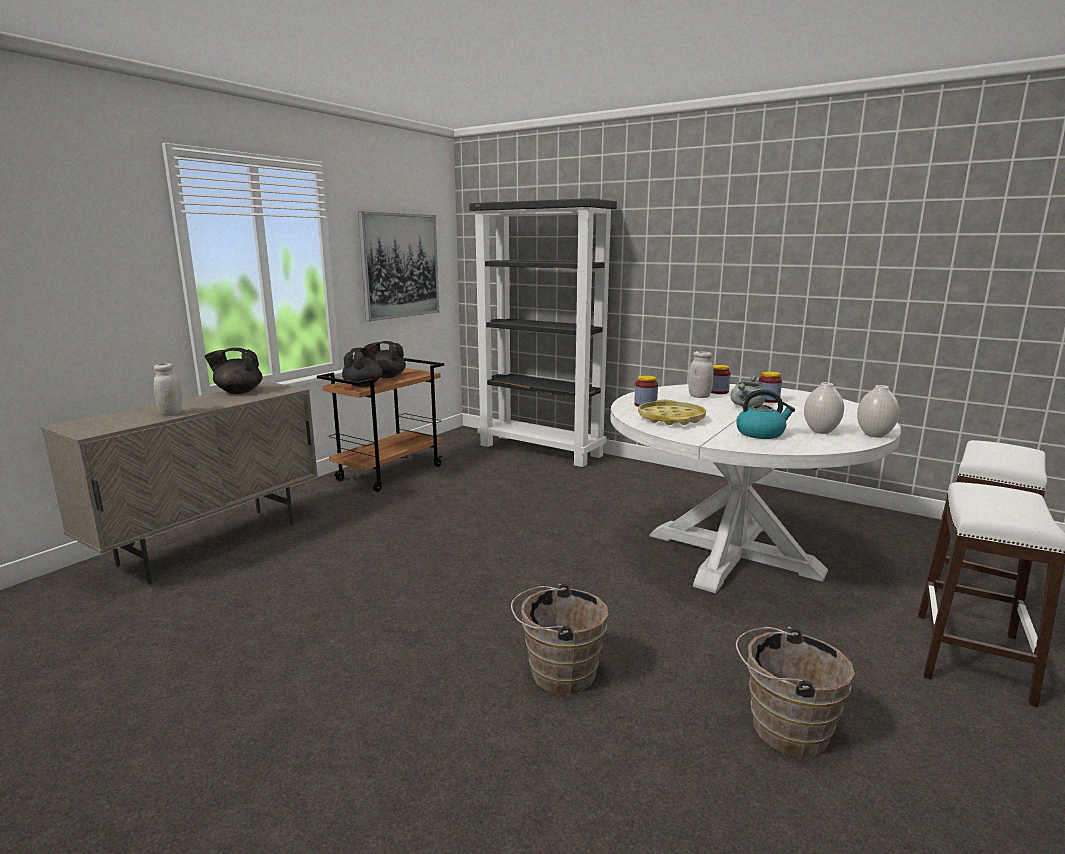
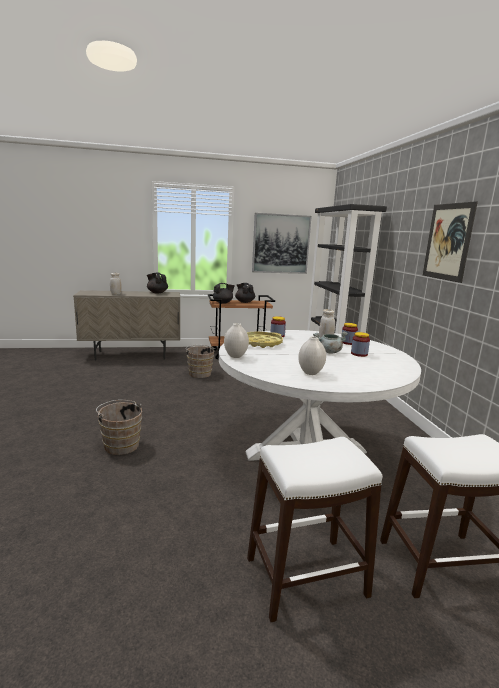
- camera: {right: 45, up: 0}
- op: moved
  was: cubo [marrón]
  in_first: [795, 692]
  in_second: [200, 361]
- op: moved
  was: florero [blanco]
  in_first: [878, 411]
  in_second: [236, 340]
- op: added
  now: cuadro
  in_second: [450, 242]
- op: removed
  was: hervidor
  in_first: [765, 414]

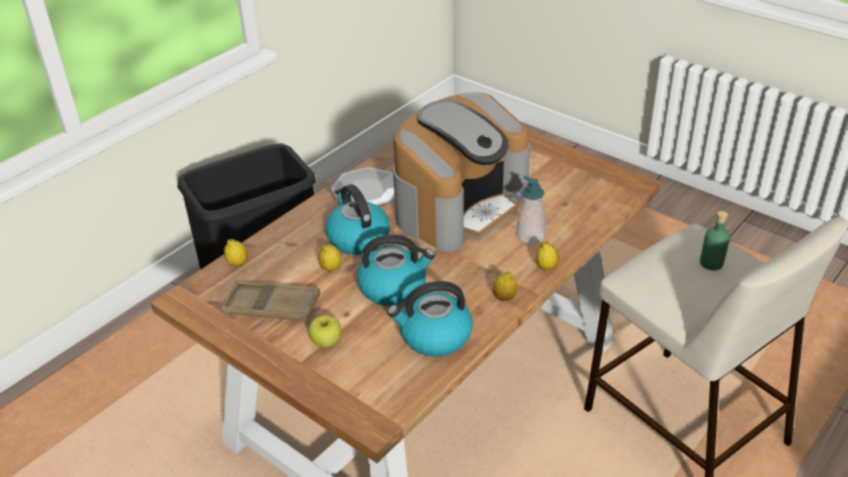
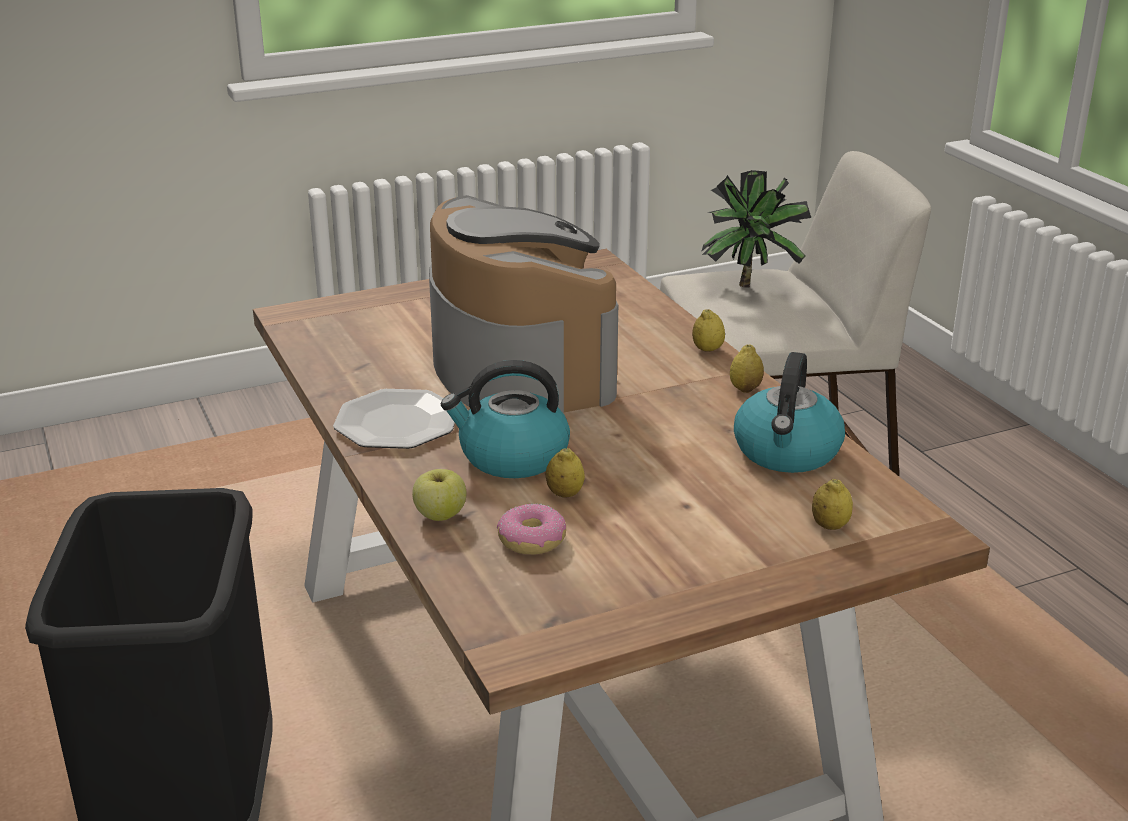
- camera: {right: -65, up: -10}
- op: moved
  was: manzana
  in_first: [324, 331]
  in_second: [439, 495]
- op: added
  now: rosquilla
  in_second: [531, 529]
- op: replaced
  was: botella [verde]
  now: planta en maceta
  in_first: [715, 240]
  in_second: [756, 229]
- op: moved
  was: limón
  in_first: [236, 252]
  in_second: [832, 504]
- op: removed
  was: bandeja [marrón]
  in_first: [270, 301]
- op: removed
  was: hervidor
  in_first: [396, 270]
- op: removed
  was: dispensador de jabón
  in_first: [531, 210]

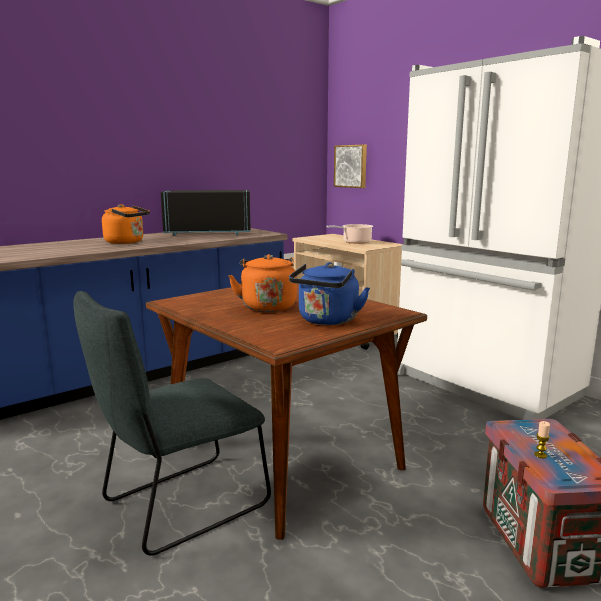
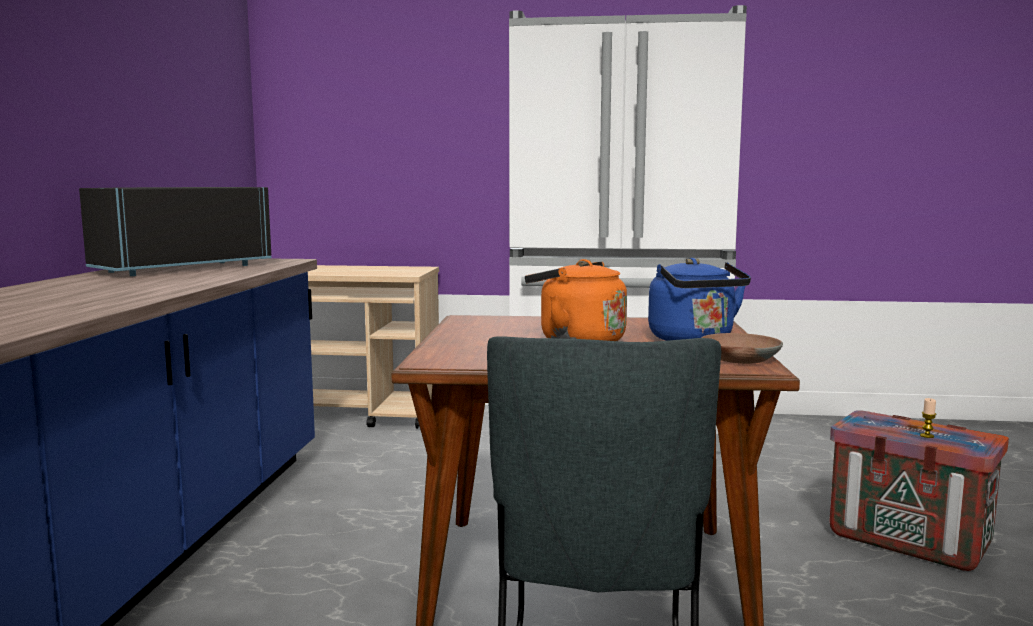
- camera: {right: -45, up: -5}
- op: added
  now: cuenco [marrón]
  in_second: [742, 348]
- op: removed
  was: hervidor [naranja]
  in_first: [126, 224]
- op: removed
  was: olla
  in_first: [349, 234]
- op: removed
  was: cuadro
  in_first: [350, 166]

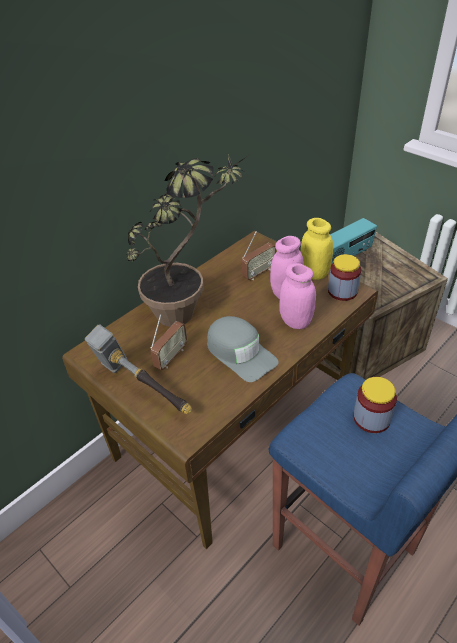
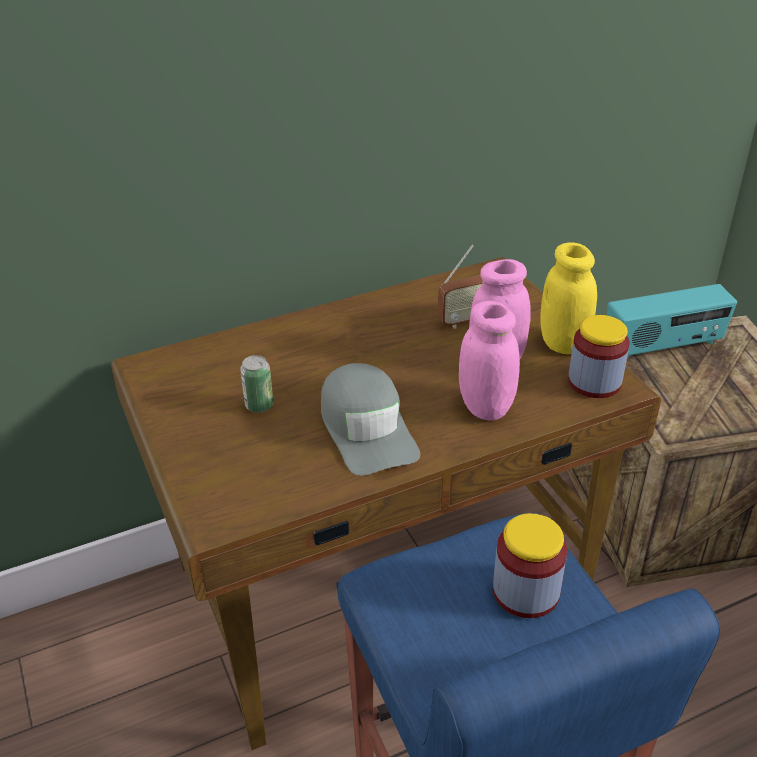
- camera: {right: 20, up: -5}
- op: replaced
  was: radio
  now: lata
  in_first: [169, 342]
  in_second: [257, 383]
- op: removed
  was: martillo
  in_first: [138, 369]
- op: removed
  was: planta en maceta
  in_first: [187, 240]

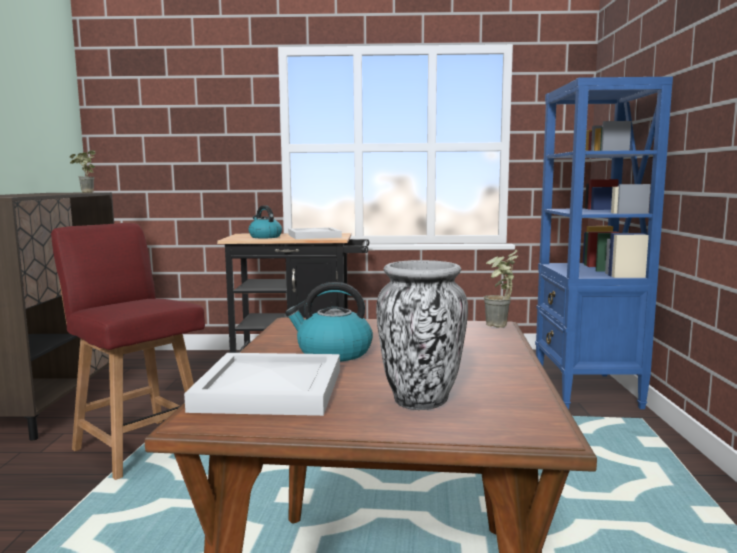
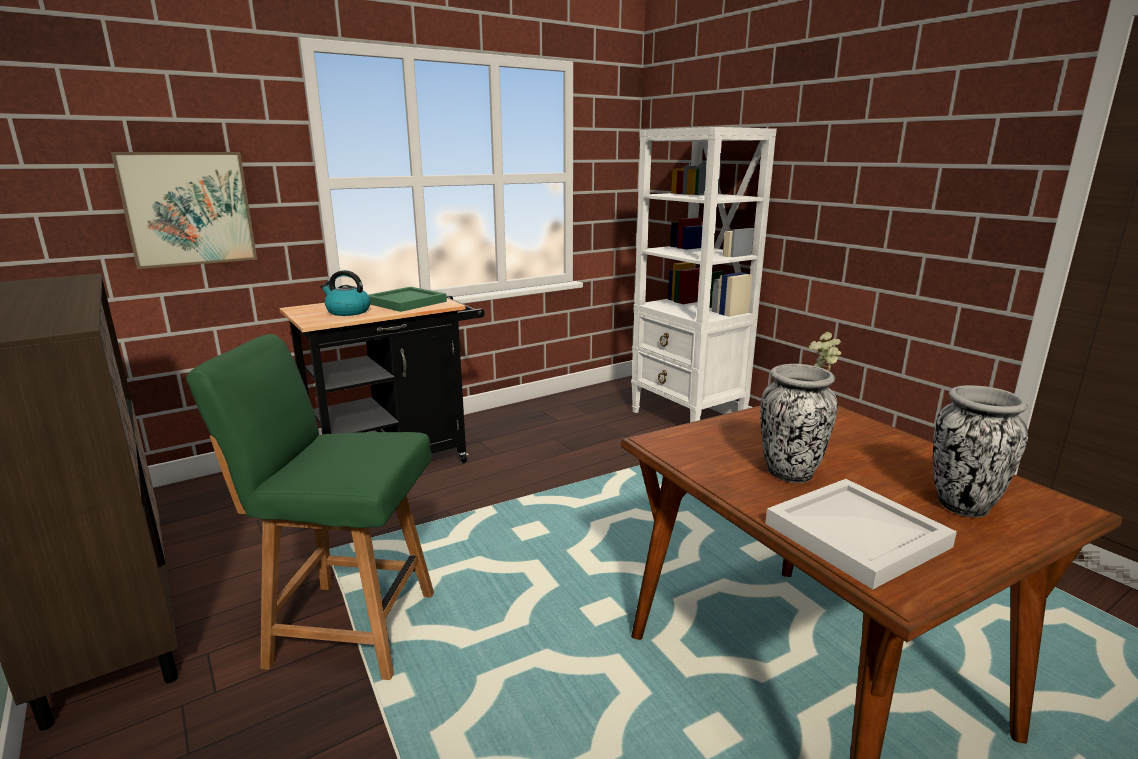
- camera: {right: -35, up: 10}
- op: added
  now: cuadro
  in_second: [184, 210]
- op: recoloured
  was: silla [rojo]
  now: silla [verde]
  in_first: [128, 351]
  in_second: [310, 507]
- op: recoloured
  was: bandeja [blanco]
  now: bandeja [verde]
  in_first: [315, 233]
  in_second: [408, 299]
- op: recoloured
  was: estantería [azul]
  now: estantería [blanco]
  in_first: [604, 243]
  in_second: [704, 274]
- op: replaced
  was: hervidor
  now: florero
  in_first: [329, 321]
  in_second: [799, 423]
- op: removed
  was: planta en maceta
  in_first: [83, 171]

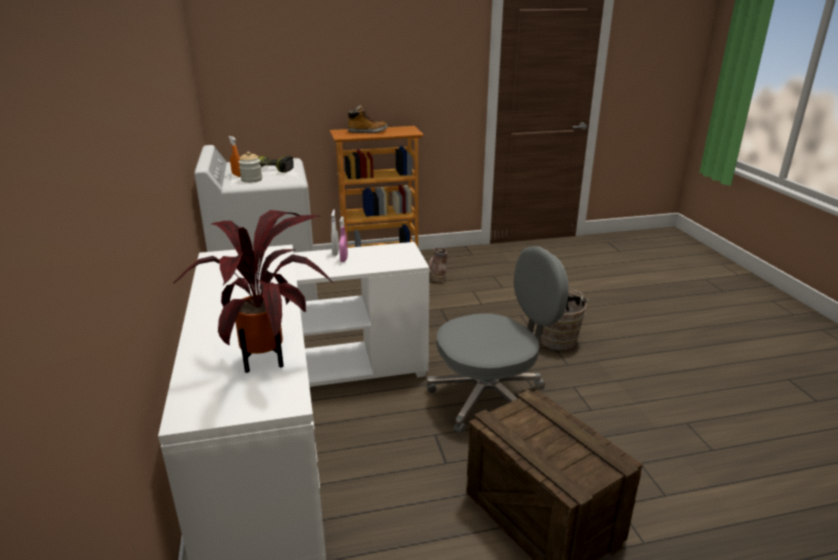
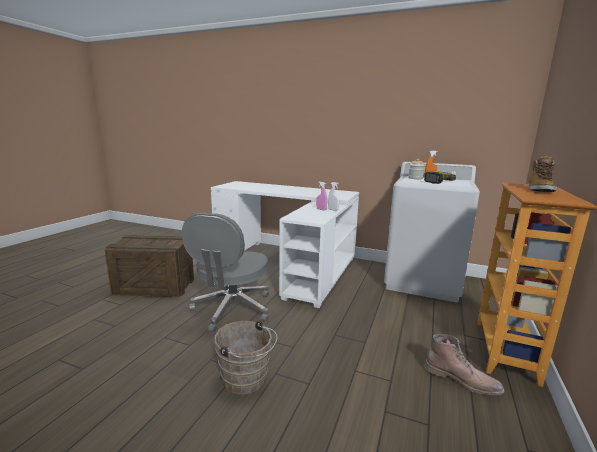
- camera: {right: 125, up: -10}
- op: removed
  was: planta en maceta
  in_first: [254, 291]

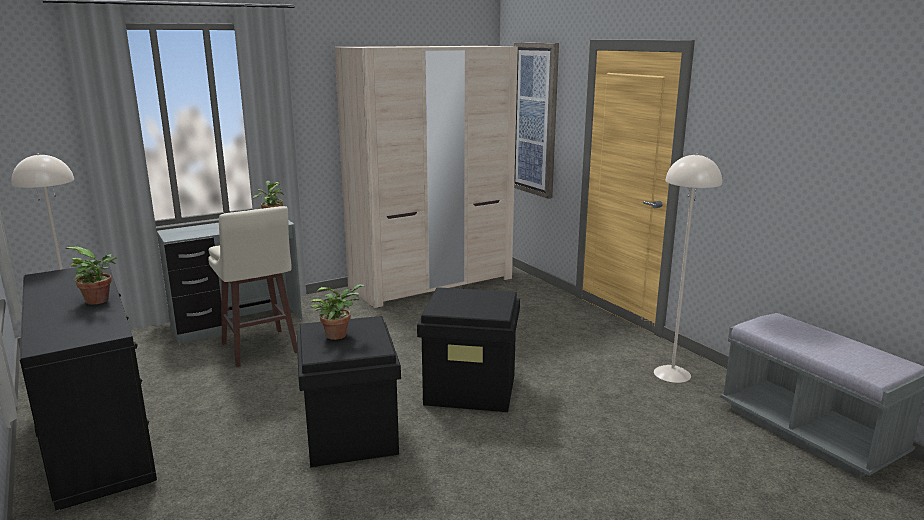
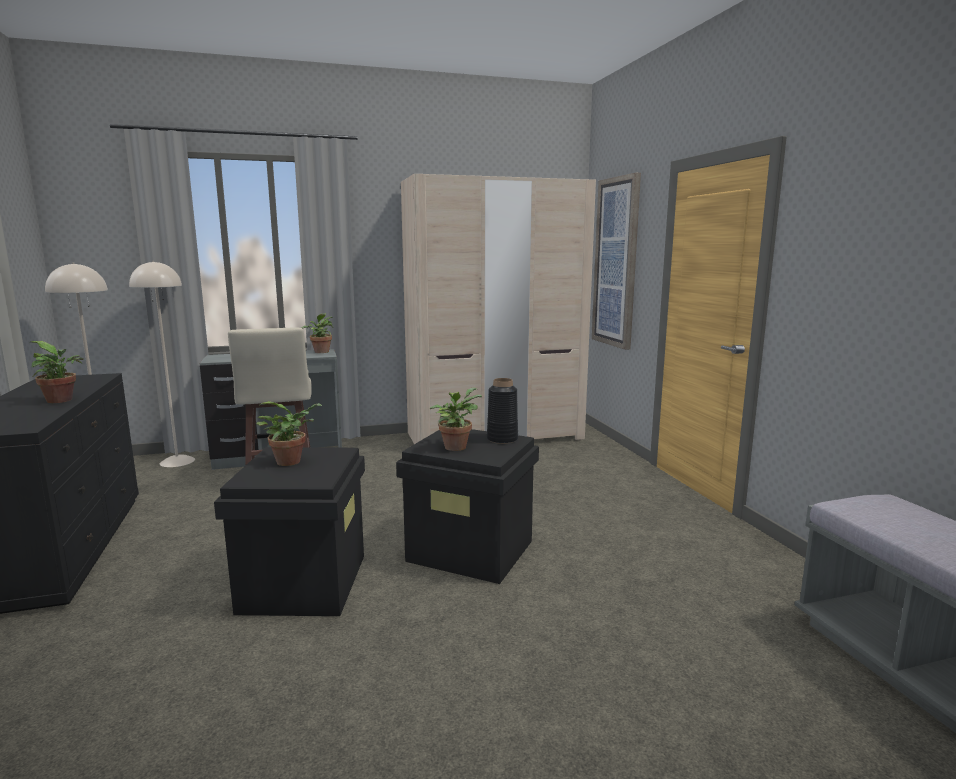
- camera: {right: 15, up: -5}
- op: moved
  was: lámpara de pie [beis]
  in_first: [688, 268]
  in_second: [162, 364]
- op: added
  now: planta en maceta
  in_second: [456, 419]
- op: added
  now: florero [negro]
  in_second: [502, 411]

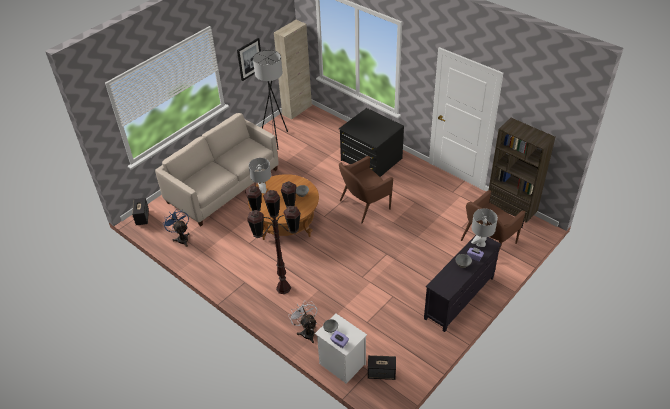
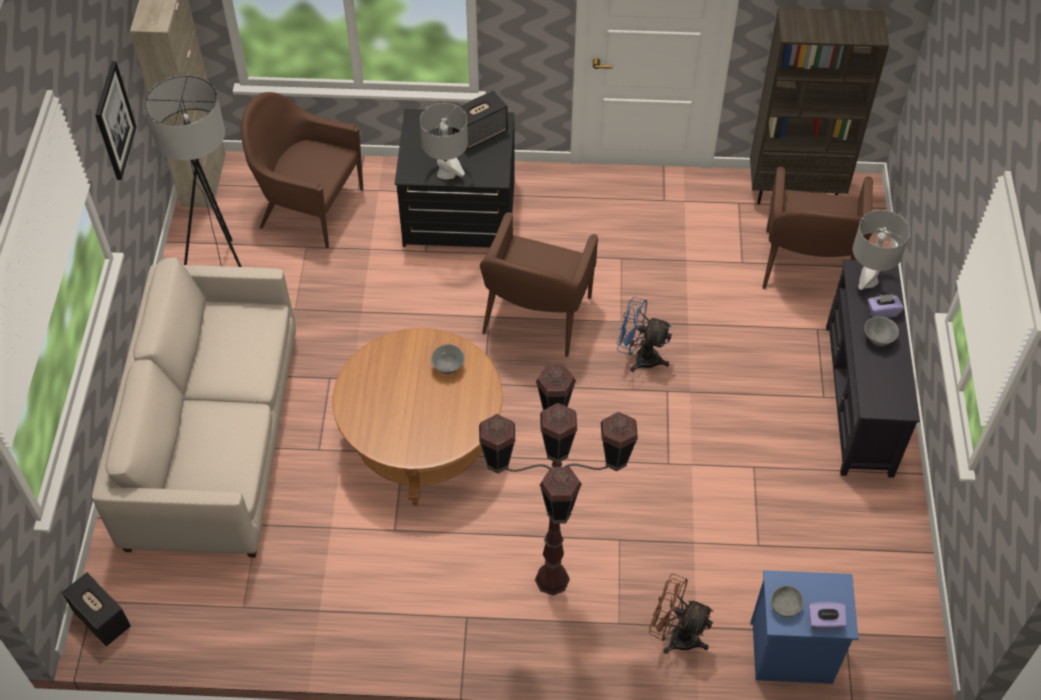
- camera: {right: -40, up: 10}
- op: added
  now: sillón [marrón]
  in_second: [302, 170]
- op: moved
  was: lámpara de mesa [gris]
  in_first: [260, 176]
  in_second: [444, 141]
- op: moved
  was: altavoz
  in_first: [382, 367]
  in_second: [480, 120]
- op: moved
  was: ventilador [azul]
  in_first: [176, 228]
  in_second: [644, 334]
- op: recoloured
  was: ventilador [blanco]
  now: ventilador [marrón]
  in_first: [302, 321]
  in_second: [681, 614]
- op: recoloured
  was: mesita de noche [blanco]
  now: mesita de noche [azul]
  in_first: [341, 349]
  in_second: [804, 627]

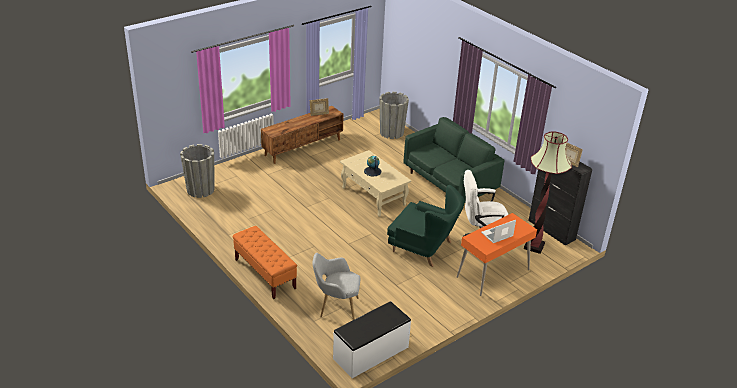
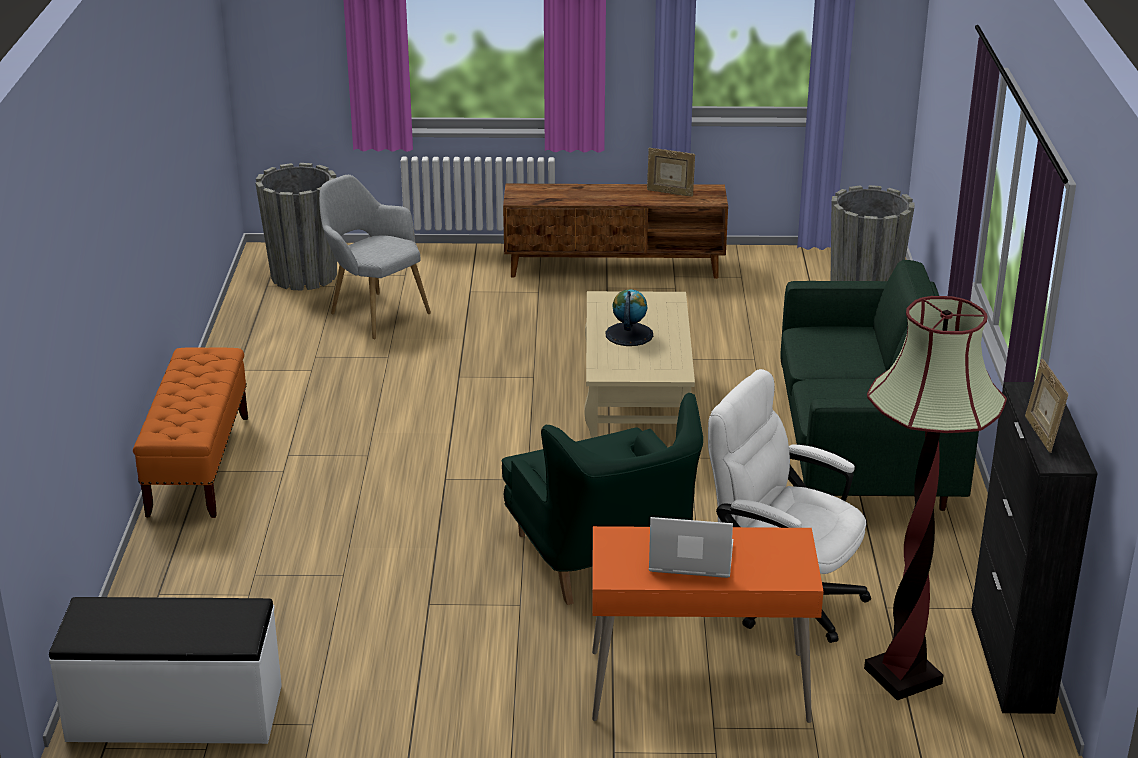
- camera: {right: 40, up: -5}
- op: moved
  was: sillón [gris]
  in_first: [336, 286]
  in_second: [375, 257]

